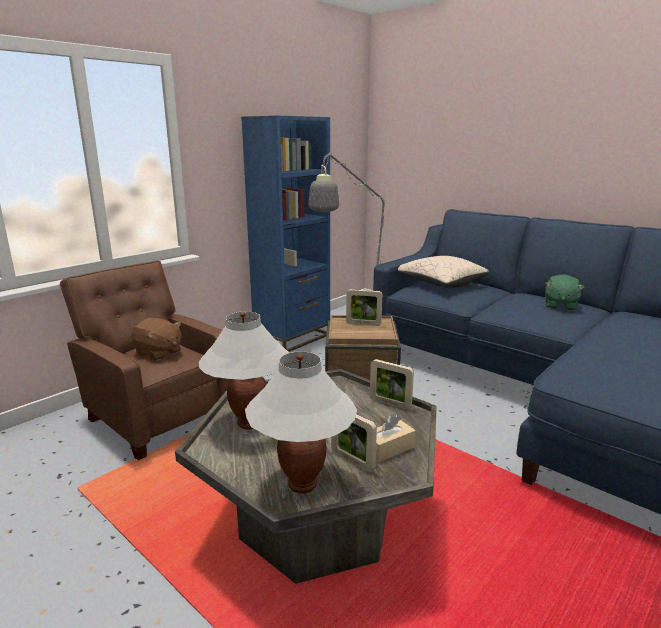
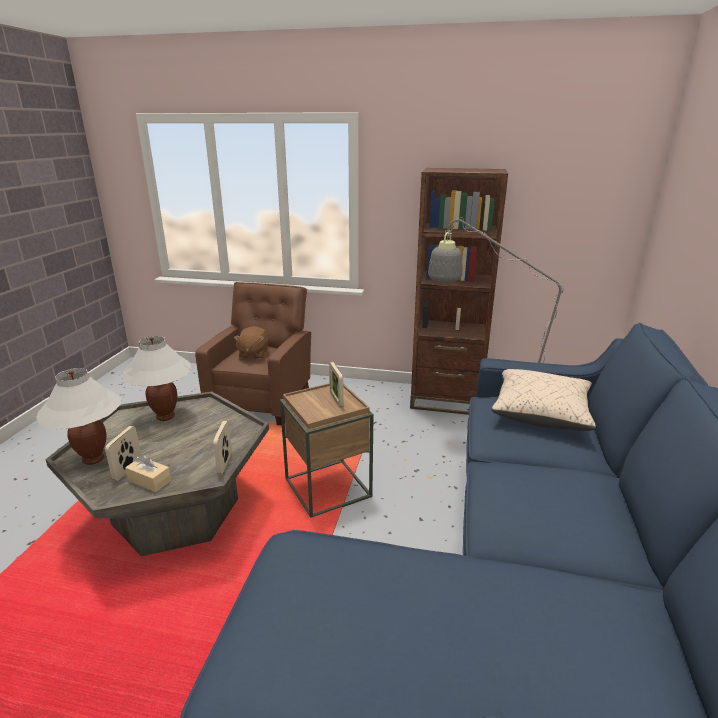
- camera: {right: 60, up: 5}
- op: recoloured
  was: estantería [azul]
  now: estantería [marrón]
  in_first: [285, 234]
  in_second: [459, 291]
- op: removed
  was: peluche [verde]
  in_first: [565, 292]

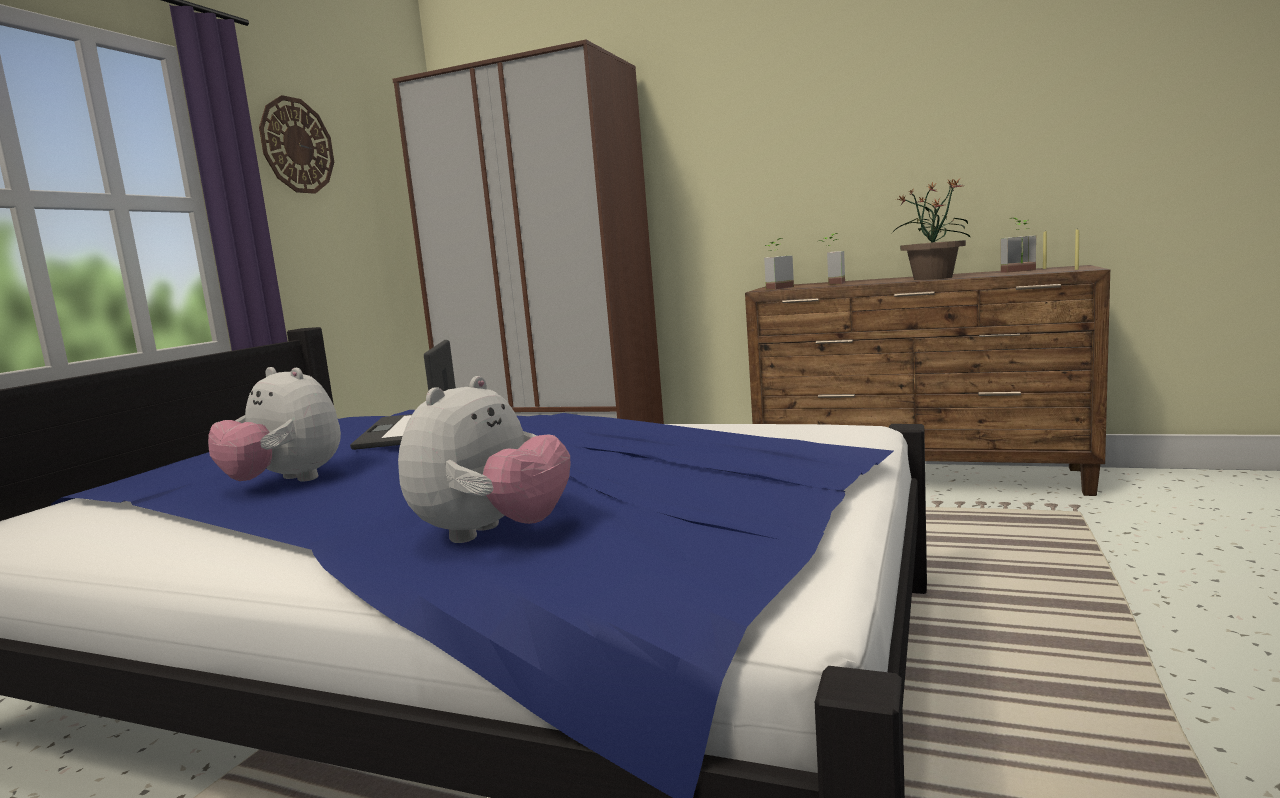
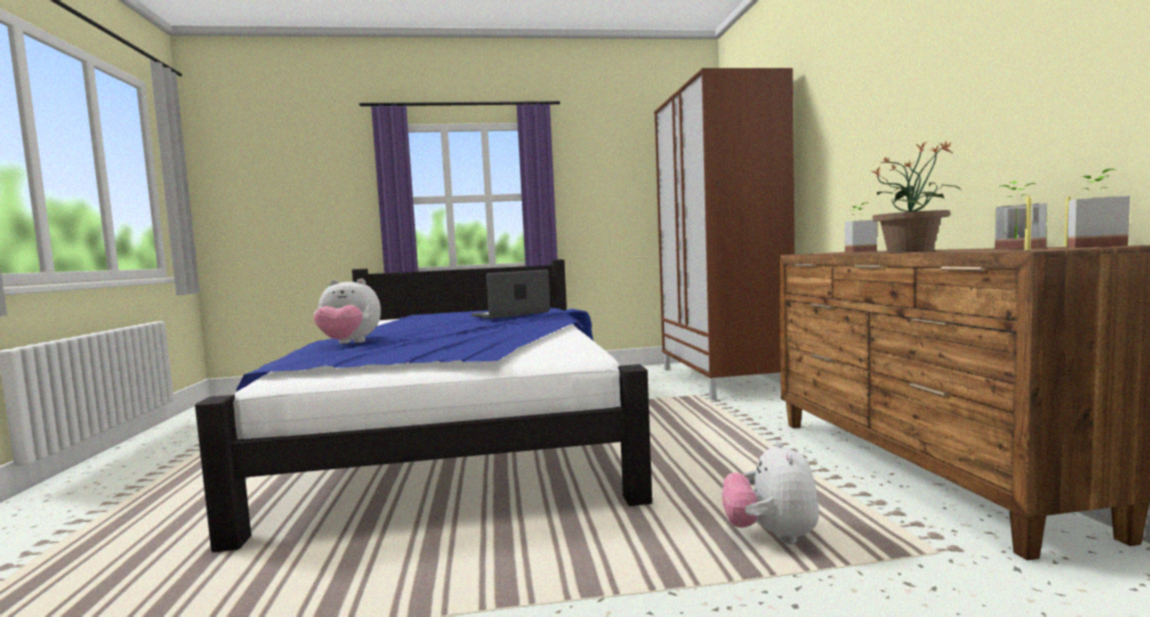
- camera: {right: 60, up: -5}
- op: moved
  was: peluche
  in_first: [274, 424]
  in_second: [770, 492]
- op: moved
  was: planta en maceta
  in_first: [779, 264]
  in_second: [1098, 208]
- op: removed
  was: reloj de pared
  in_first: [296, 144]

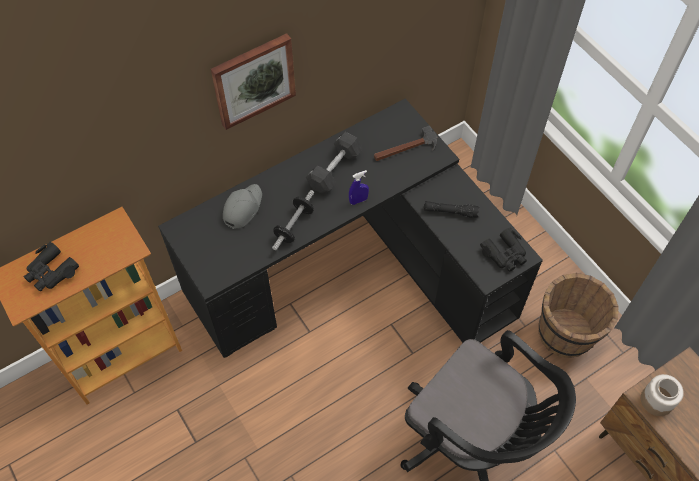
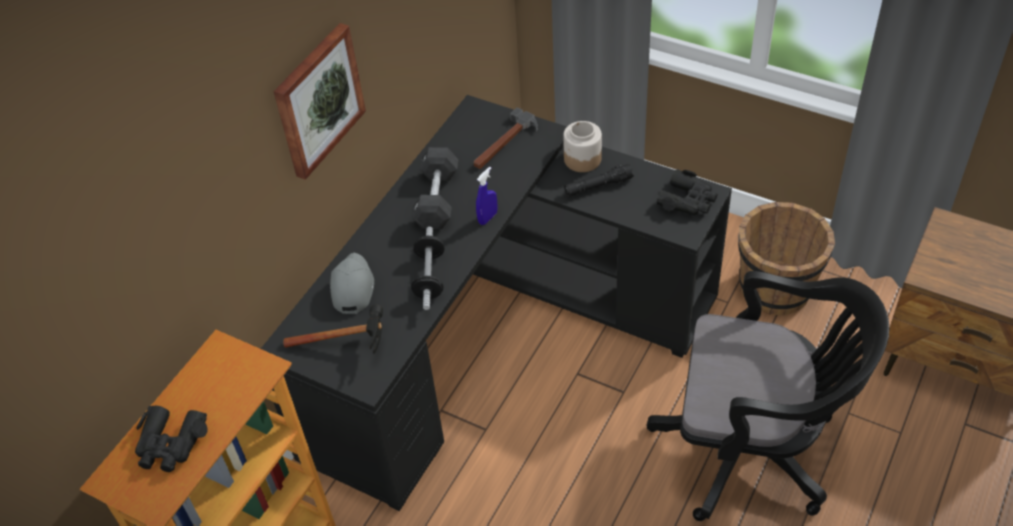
- camera: {right: -25, up: -10}
- op: added
  now: martillo
  in_second: [333, 329]
- op: moved
  was: tarro
  in_first: [662, 395]
  in_second: [582, 146]

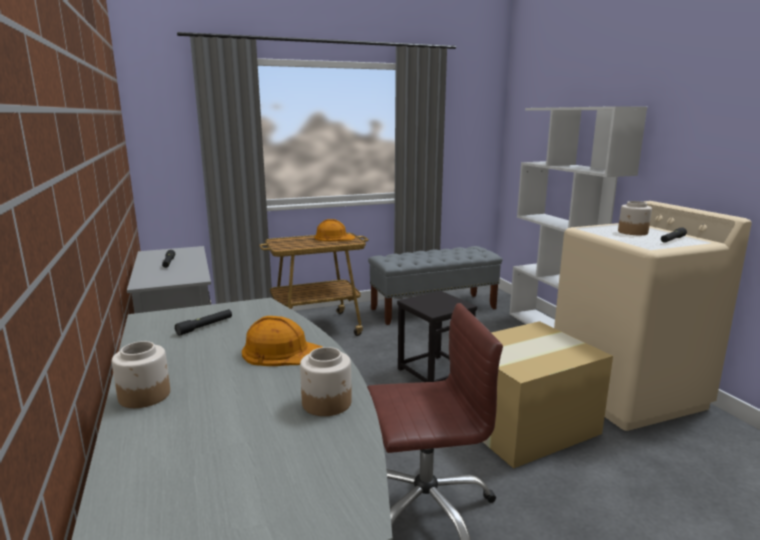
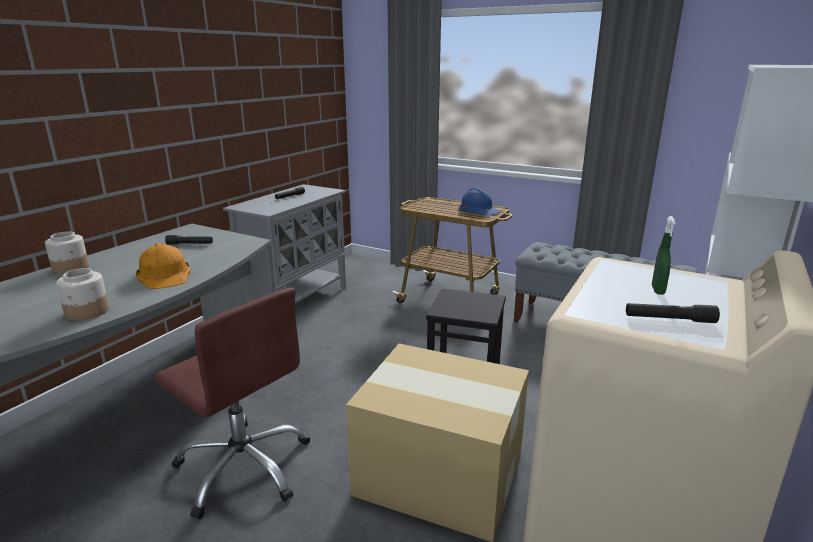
- camera: {right: 50, up: 5}
- op: recoloured
  was: casco [naranja]
  now: casco [azul]
  in_first: [335, 230]
  in_second: [480, 201]
- op: replaced
  was: tarro
  now: pulverizador [verde]
  in_first: [635, 218]
  in_second: [664, 255]

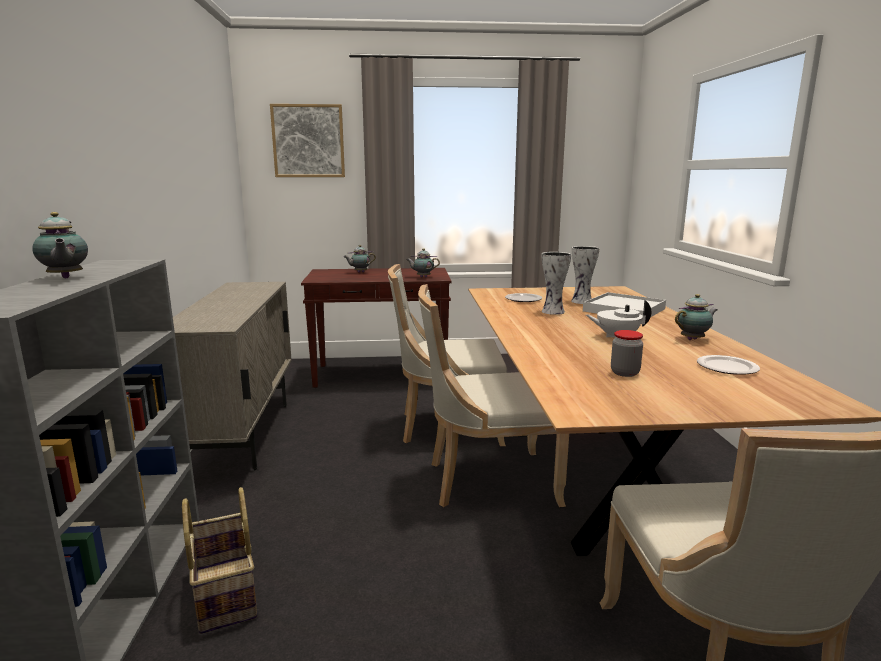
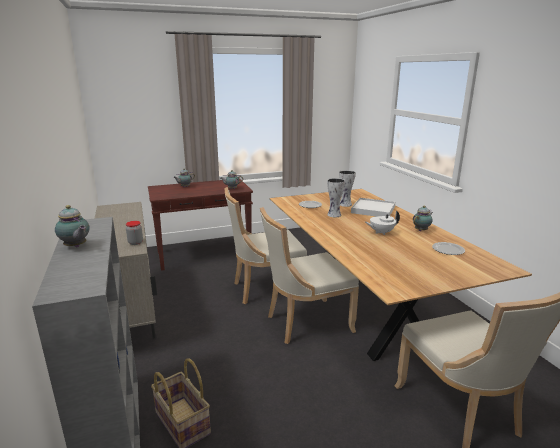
- camera: {right: -15, up: 5}
- op: moved
  was: tarro
  in_first: [627, 353]
  in_second: [134, 233]
- op: removed
  was: cuadro
  in_first: [307, 140]

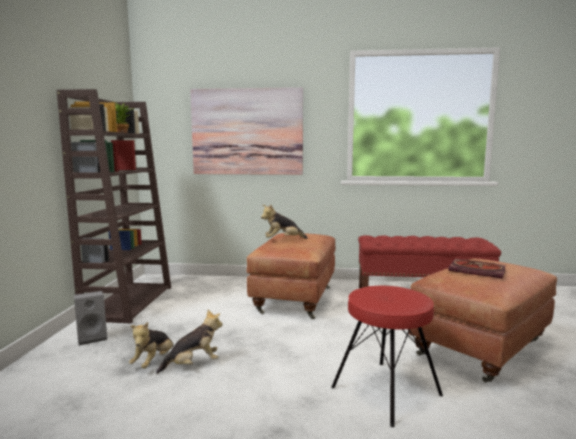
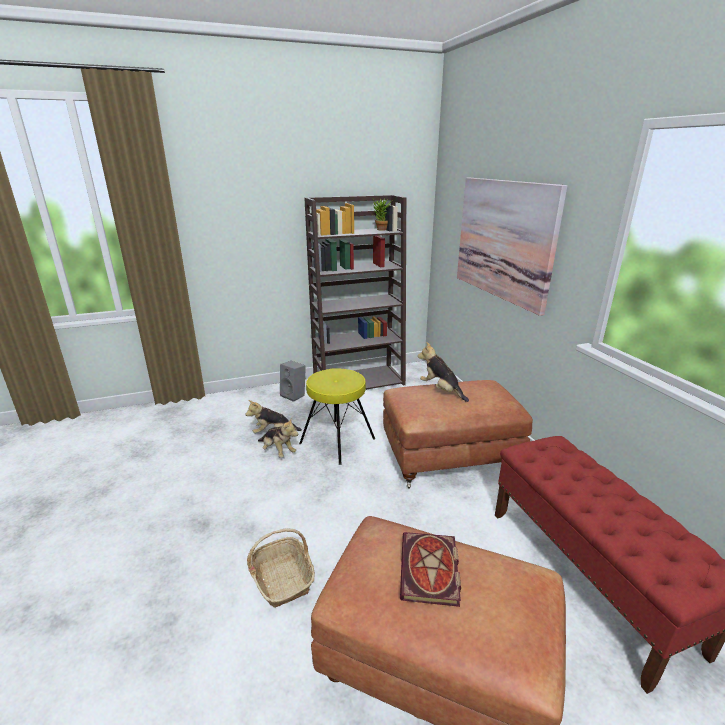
- camera: {right: 65, up: 15}
- op: replaced
  was: taburete [rojo]
  now: cesta
  in_first: [387, 356]
  in_second: [281, 568]
- op: added
  now: taburete [amarillo]
  in_second: [337, 416]

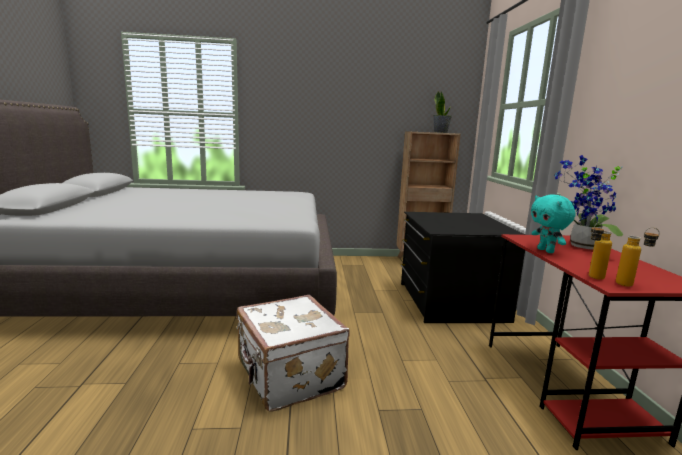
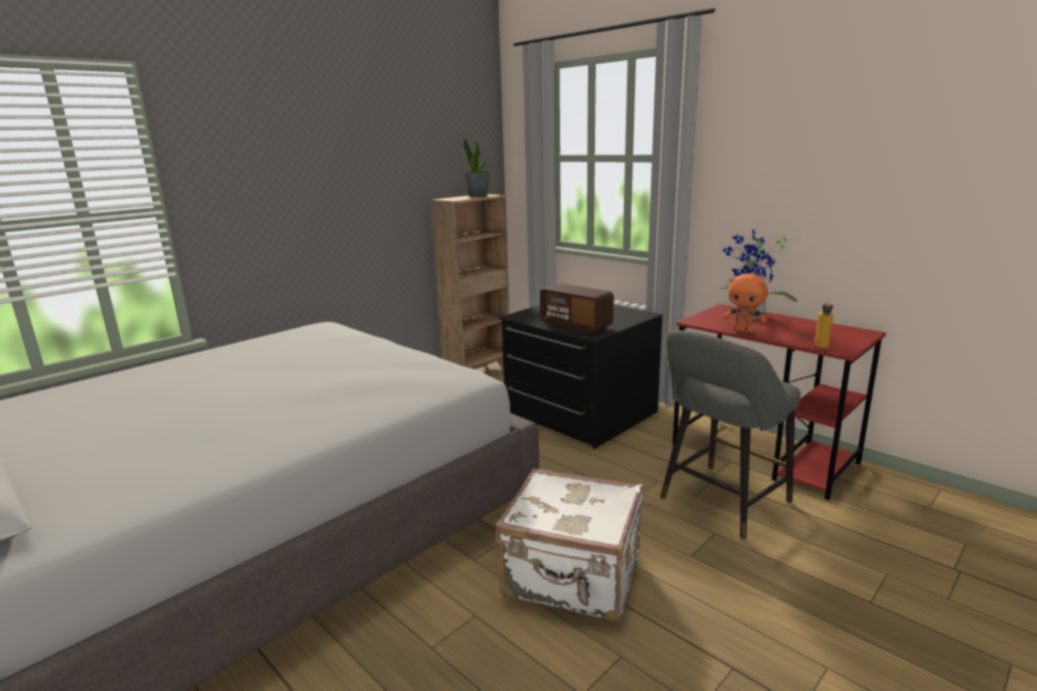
- camera: {right: -40, up: 5}
- op: added
  now: radio
  in_second: [577, 308]
- op: added
  now: taburete [gris]
  in_second: [730, 435]
- op: recoloured
  was: peluche [turquesa]
  now: peluche [naranja]
  in_first: [553, 224]
  in_second: [746, 303]
- op: removed
  was: botella
  in_first: [638, 257]

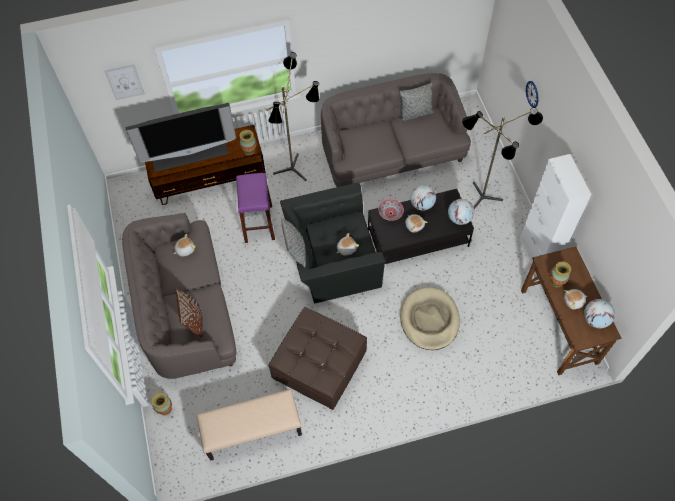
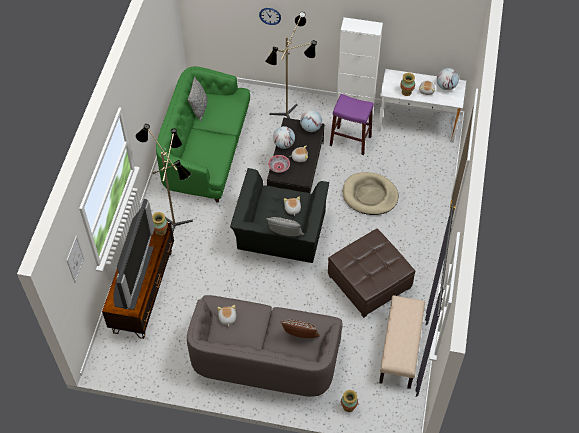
- camera: {right: -65, up: -5}
- op: recoloured
  was: sofá [gris]
  now: sofá [verde]
  in_first: [396, 130]
  in_second: [203, 134]
- op: moved
  was: taburete [morado]
  in_first: [255, 208]
  in_second: [352, 124]
- op: recoloured
  was: escritorio [marrón]
  now: escritorio [blanco]
  in_first: [571, 310]
  in_second: [422, 106]

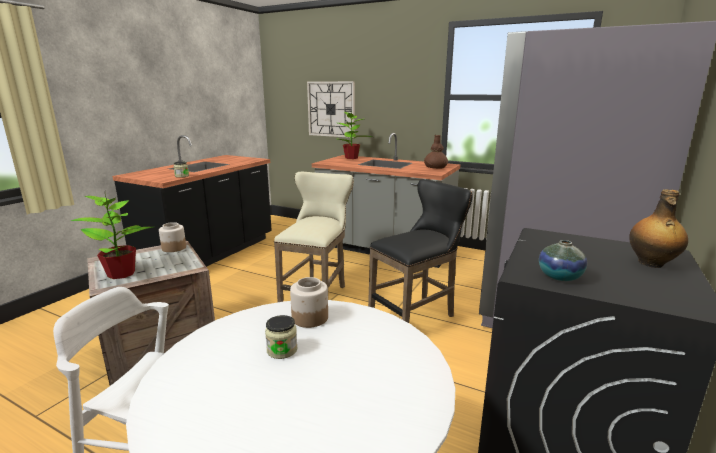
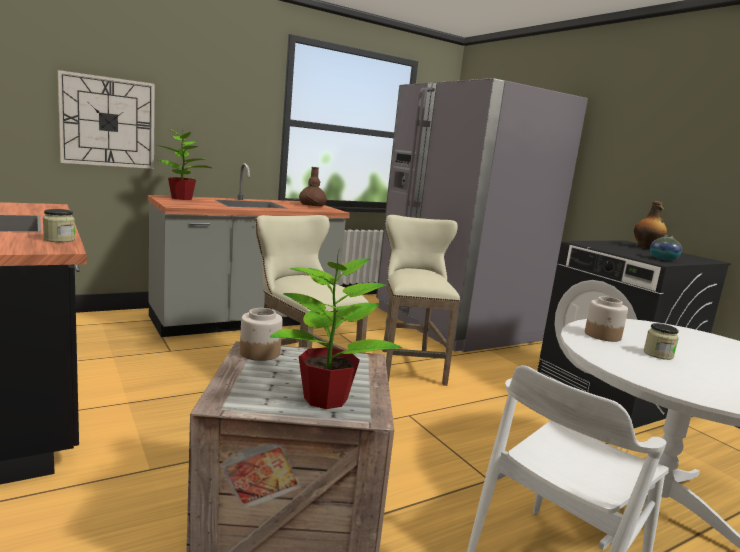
- camera: {right: -60, up: -5}
- op: recoloured
  was: taburete [negro]
  now: taburete [beis]
  in_first: [420, 251]
  in_second: [421, 300]

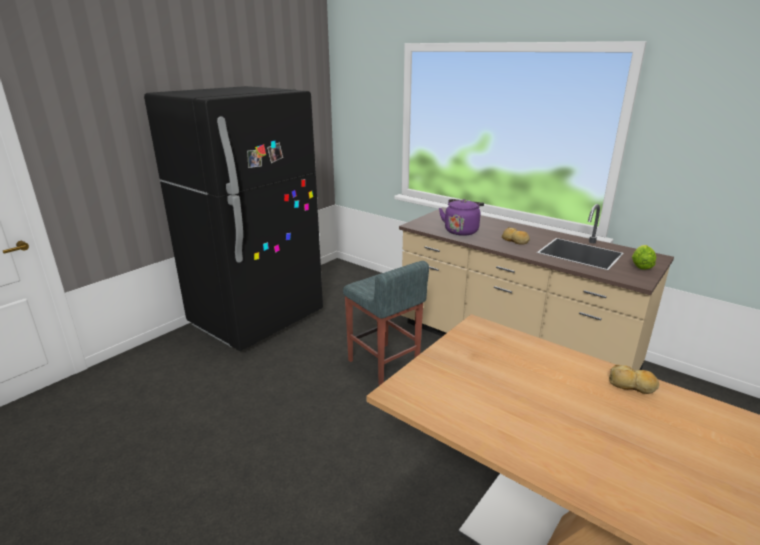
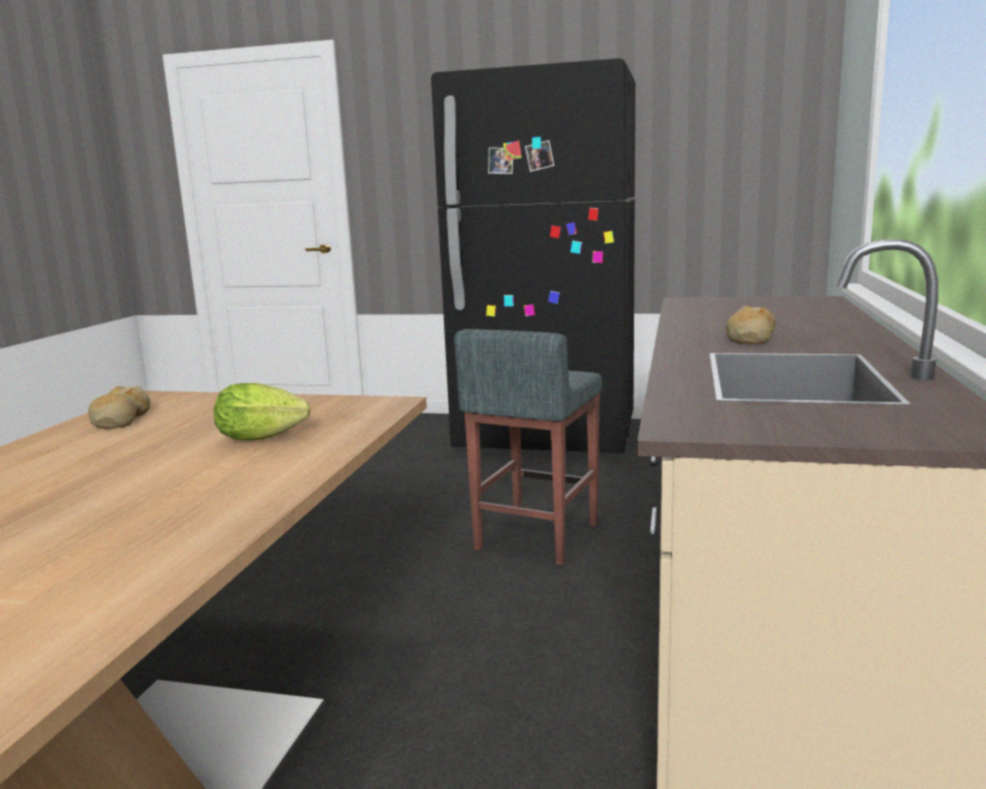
- camera: {right: 65, up: -10}
- op: moved
  was: pan
  in_first: [634, 379]
  in_second: [119, 407]
- op: moved
  was: lechuga
  in_first: [644, 257]
  in_second: [262, 411]
- op: removed
  was: hervidor [morado]
  in_first: [461, 217]

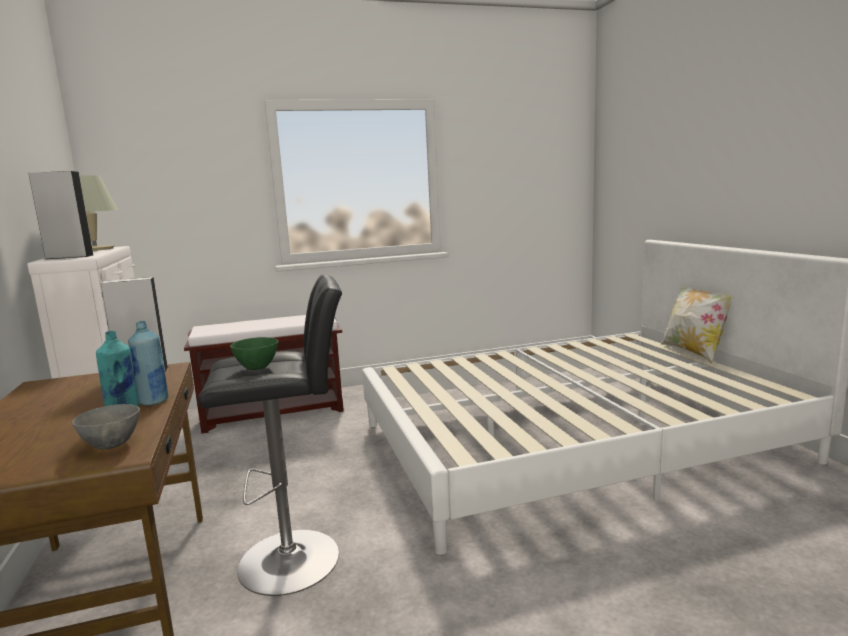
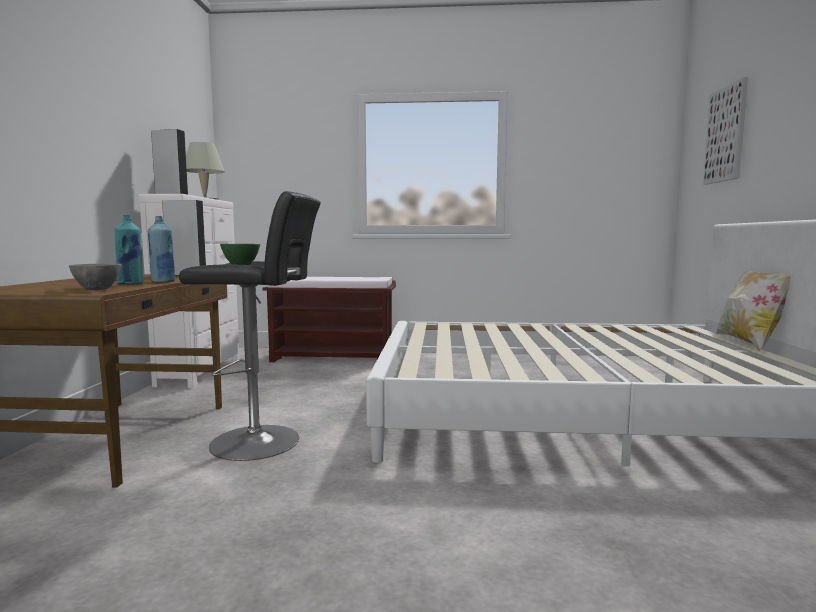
- camera: {right: 20, up: -5}
- op: added
  now: cuadro
  in_second: [725, 131]

